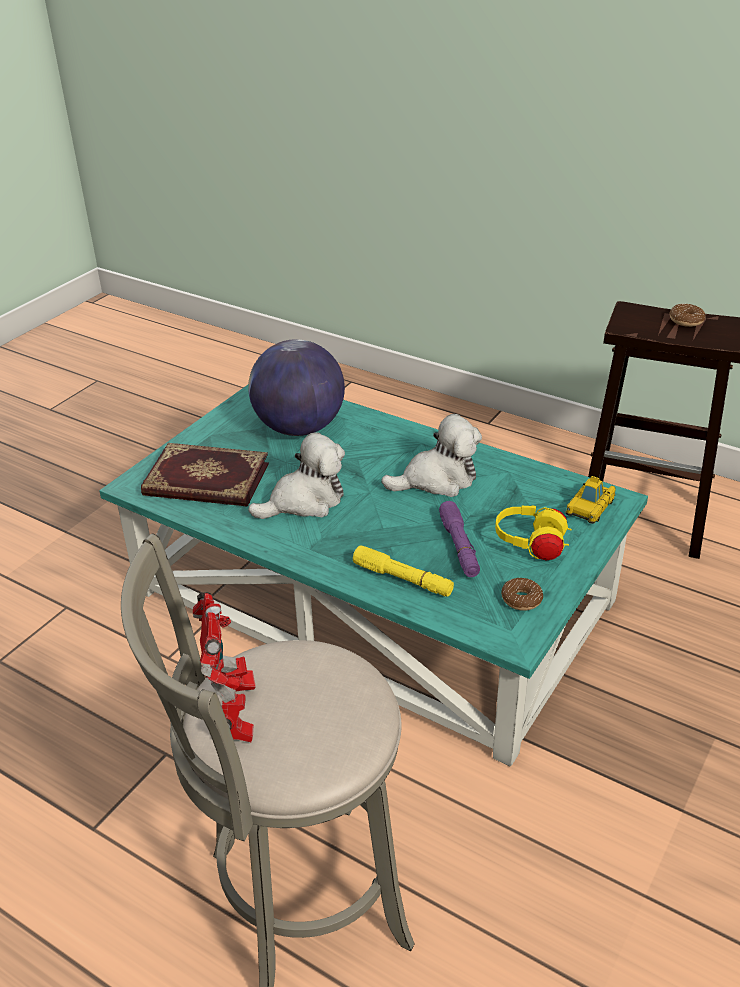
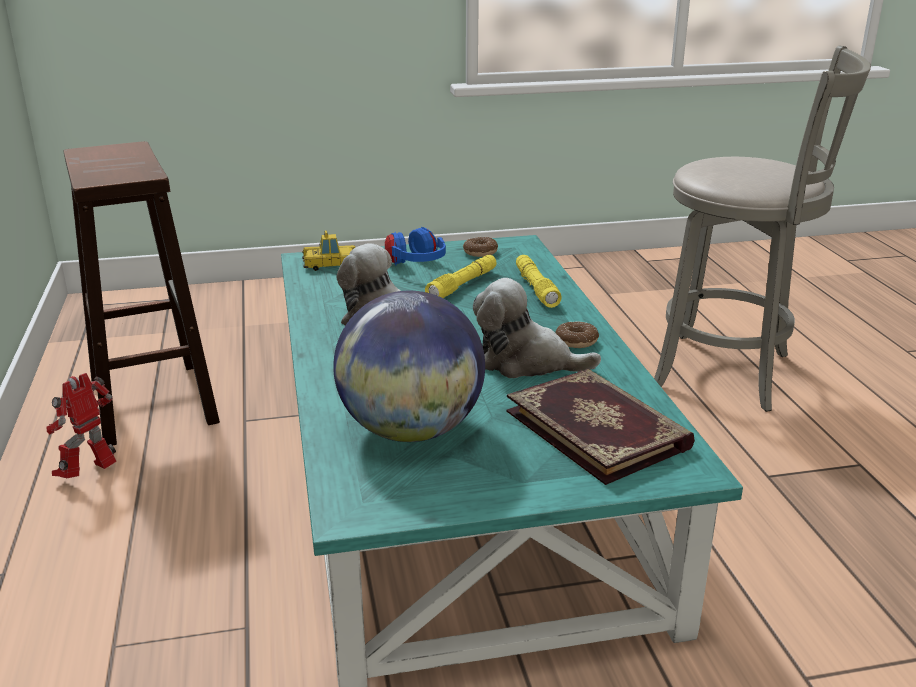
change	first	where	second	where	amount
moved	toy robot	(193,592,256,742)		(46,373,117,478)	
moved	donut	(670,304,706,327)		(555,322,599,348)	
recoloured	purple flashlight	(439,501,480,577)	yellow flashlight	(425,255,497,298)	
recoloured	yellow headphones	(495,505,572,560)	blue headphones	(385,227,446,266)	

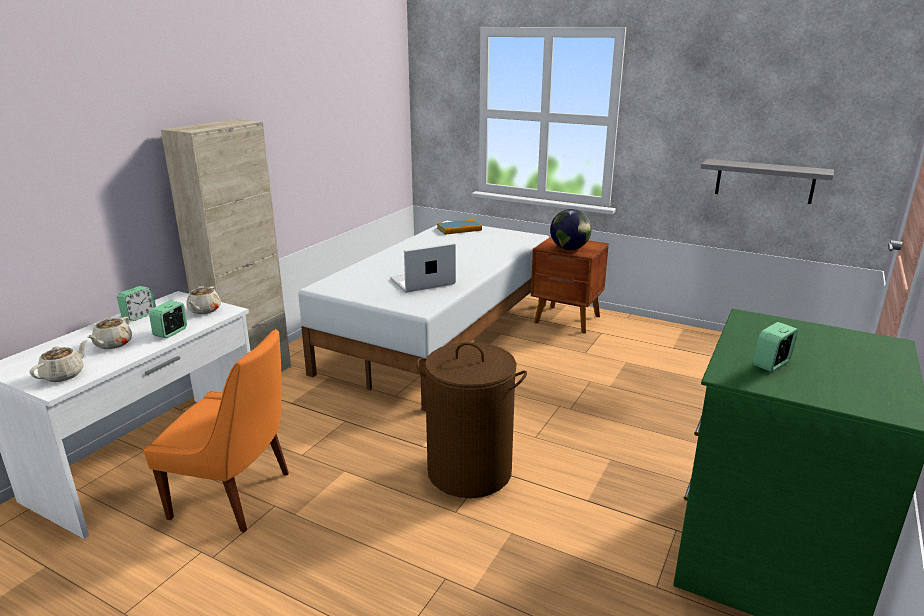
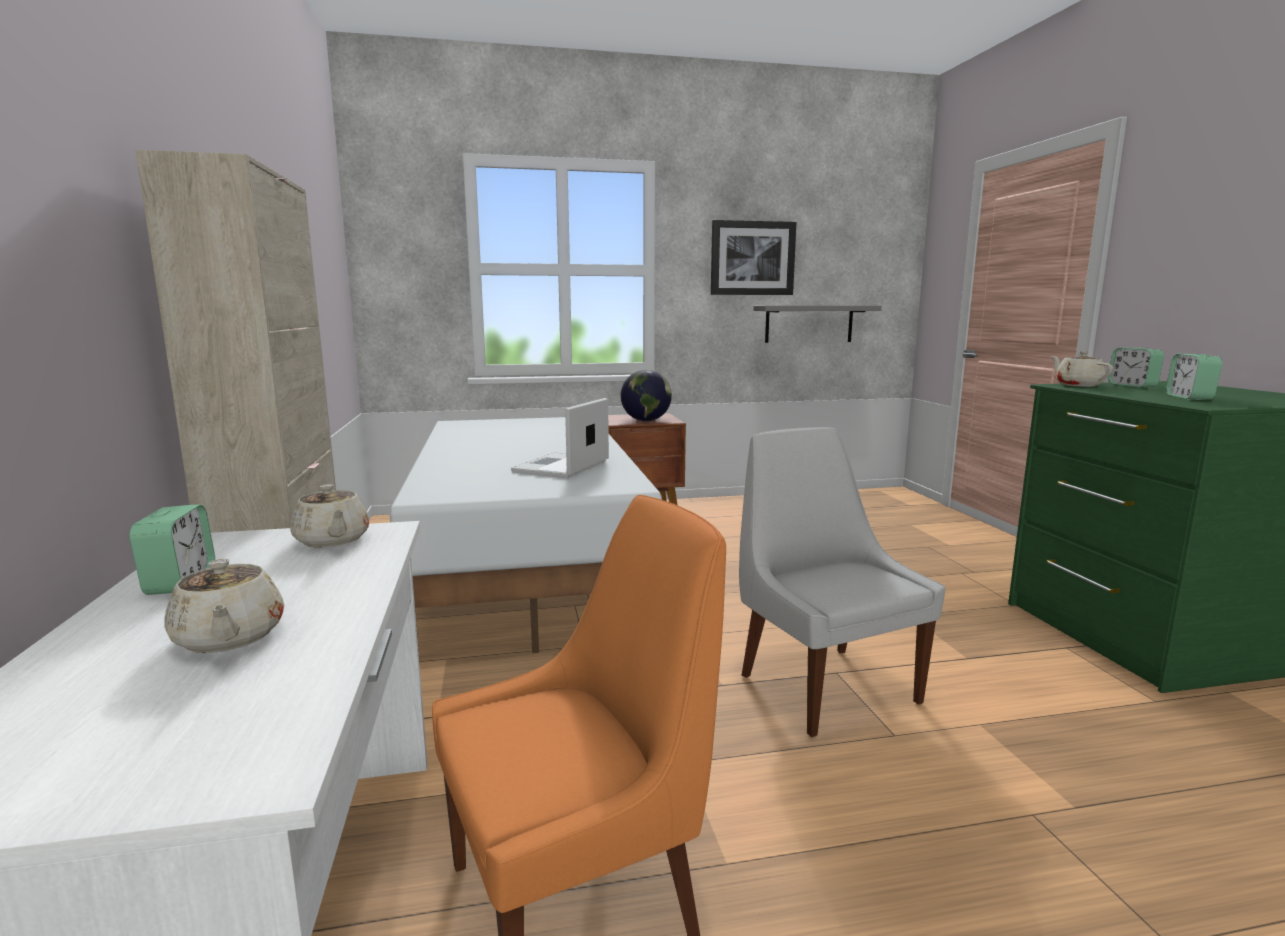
change	first	where	second	where	amount
removed	book	(437,220,482,235)			
added			picture	(711,220,797,295)	
moved	beige teapot	(30,340,87,382)		(1051,351,1113,387)	
moved	alarm clock	(149,300,187,338)		(1108,348,1164,388)	
replaced	brown laundry basket	(416,342,527,498)	white chair	(739,427,946,737)	

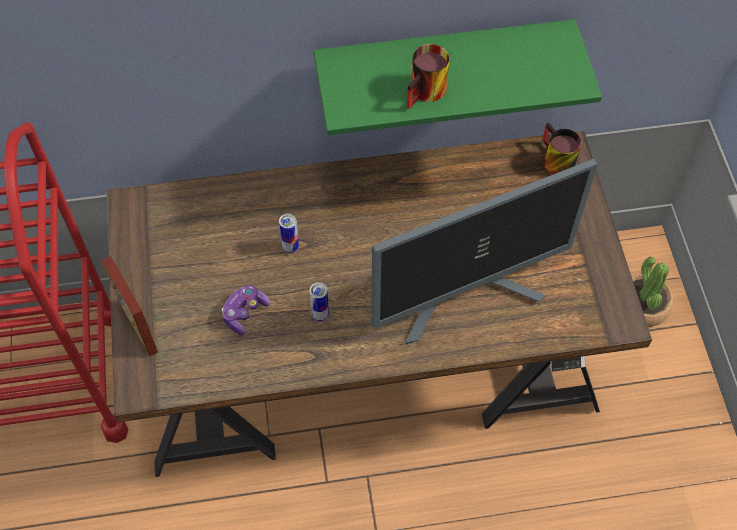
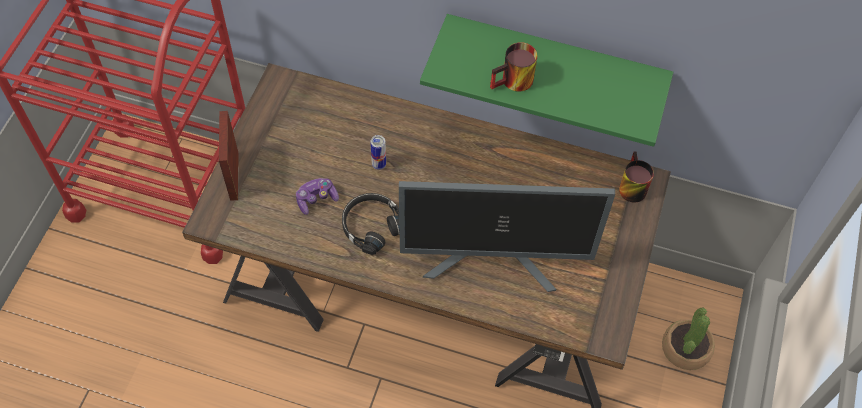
change	first	where	second	where	amount
replaced	can	(309,282,329,322)	black headphones	(342,193,400,255)	

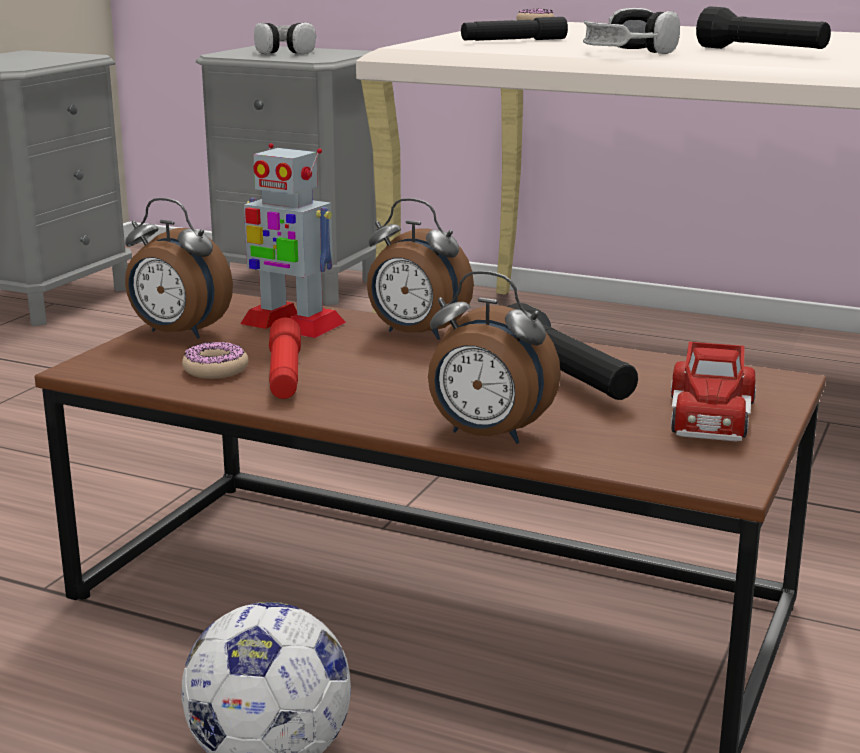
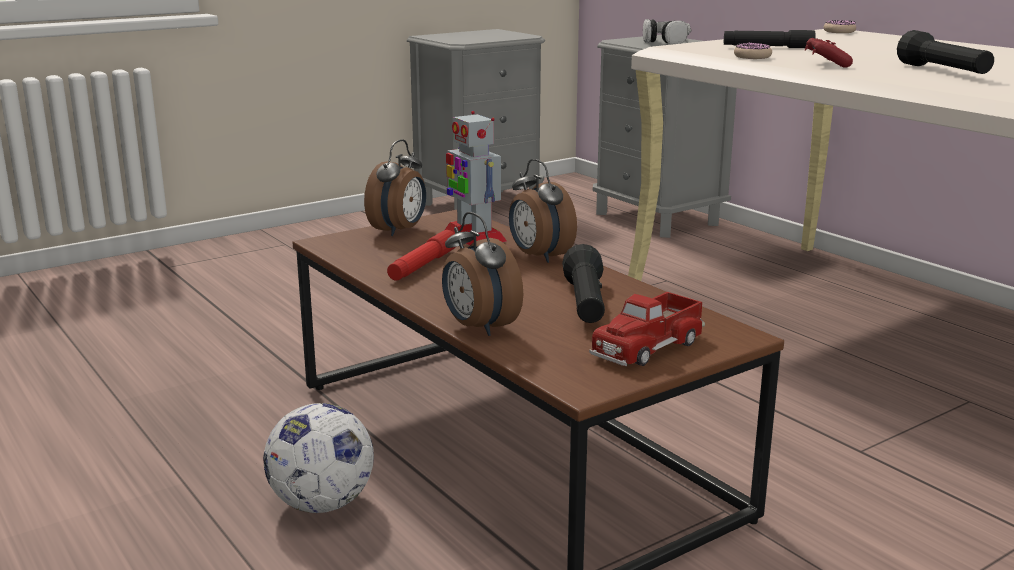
change	first	where	second	where	amount
moved	donut	(182,342,248,379)		(734,42,772,59)	
replaced	headphones	(583,8,680,54)	red game controller	(805,38,853,68)	
turned	alarm clock	(125,198,233,339)		(364,140,426,236)	120 degrees counterclockwise

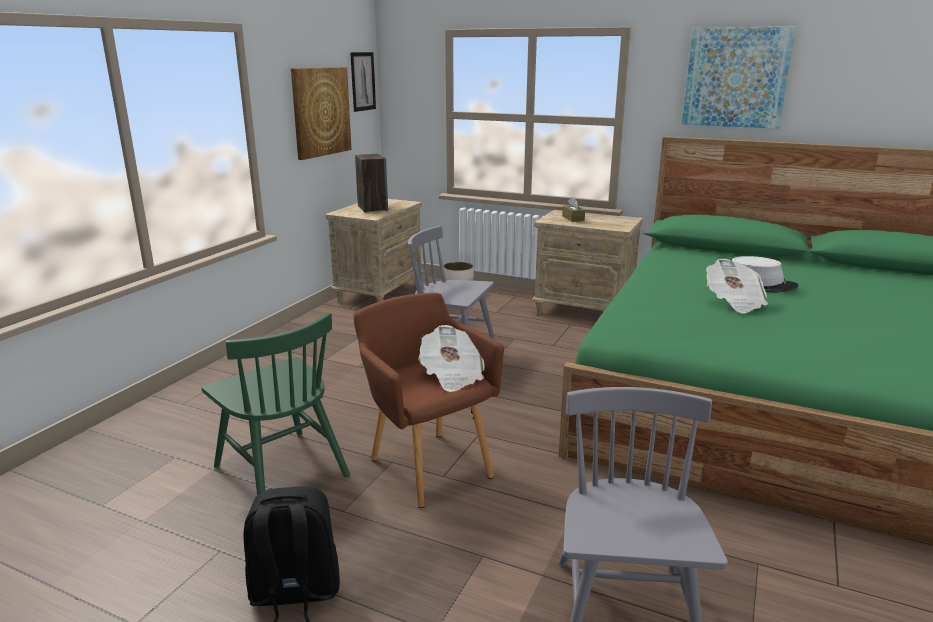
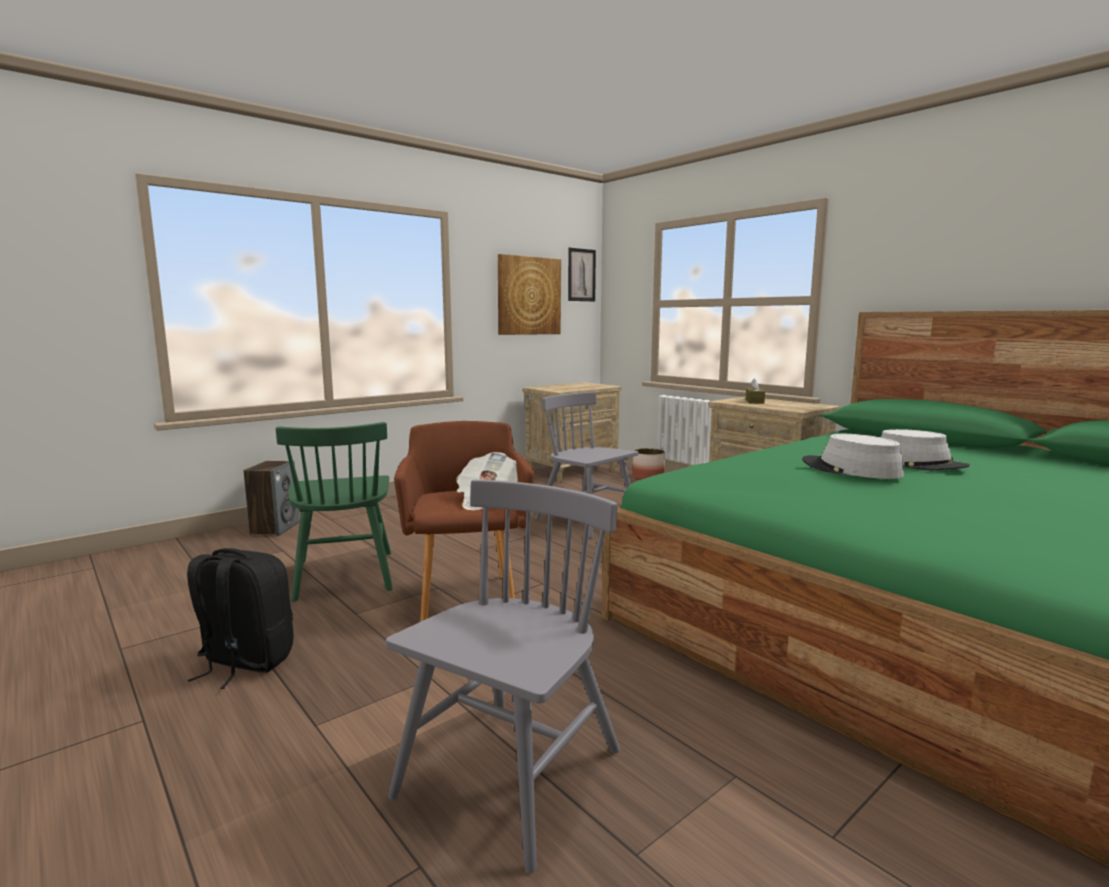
change	first	where	second	where	amount
removed	picture	(682,27,795,129)			
moved	speaker	(355,153,388,213)		(244,461,299,536)	
replaced	newspaper	(706,259,768,313)	grey hat	(802,434,904,479)	

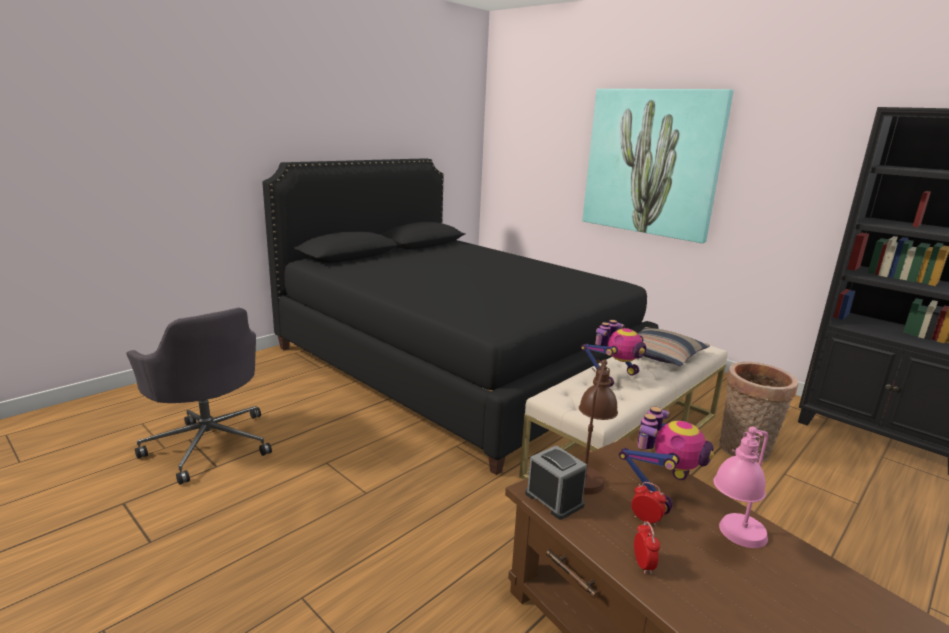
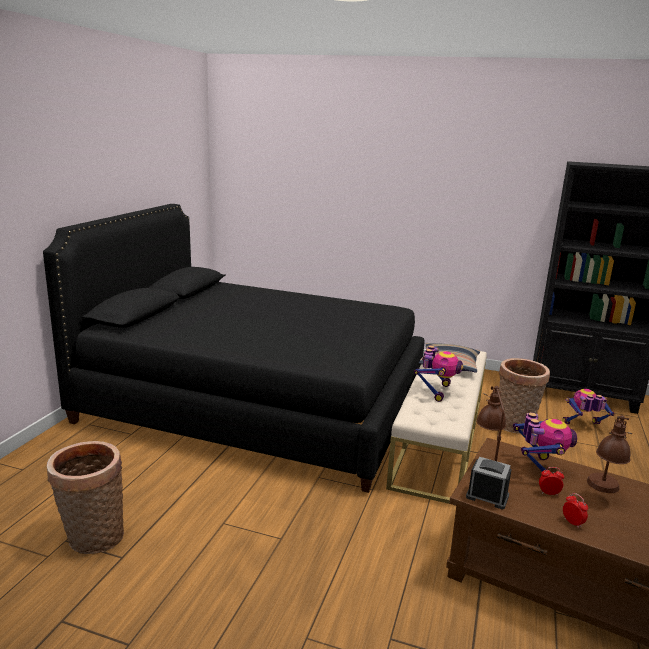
change	first	where	second	where	amount
removed	picture	(583,89,734,243)			
added			toy robot	(562,389,614,424)	
replaced	grey office chair	(126,308,272,485)	basket	(47,441,124,554)	
recoloured	pink table lamp	(713,426,768,548)	brown table lamp	(587,415,632,493)	

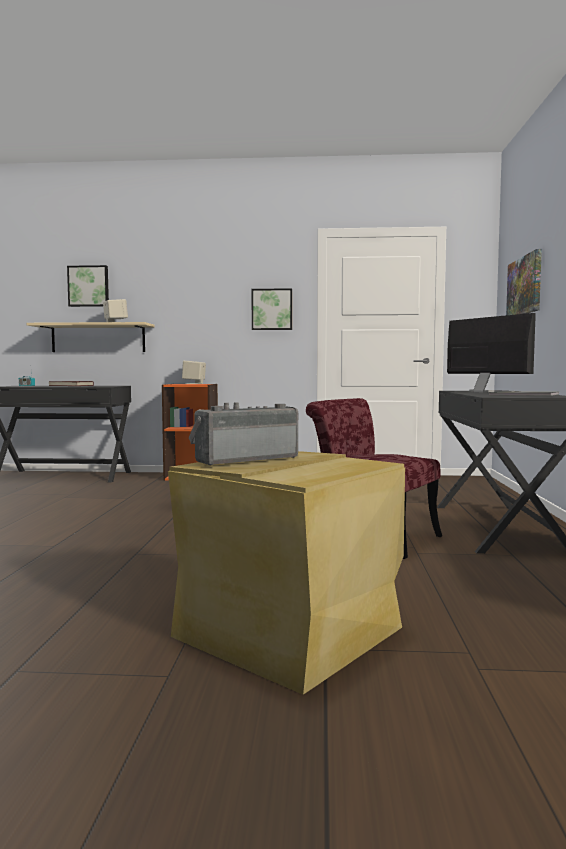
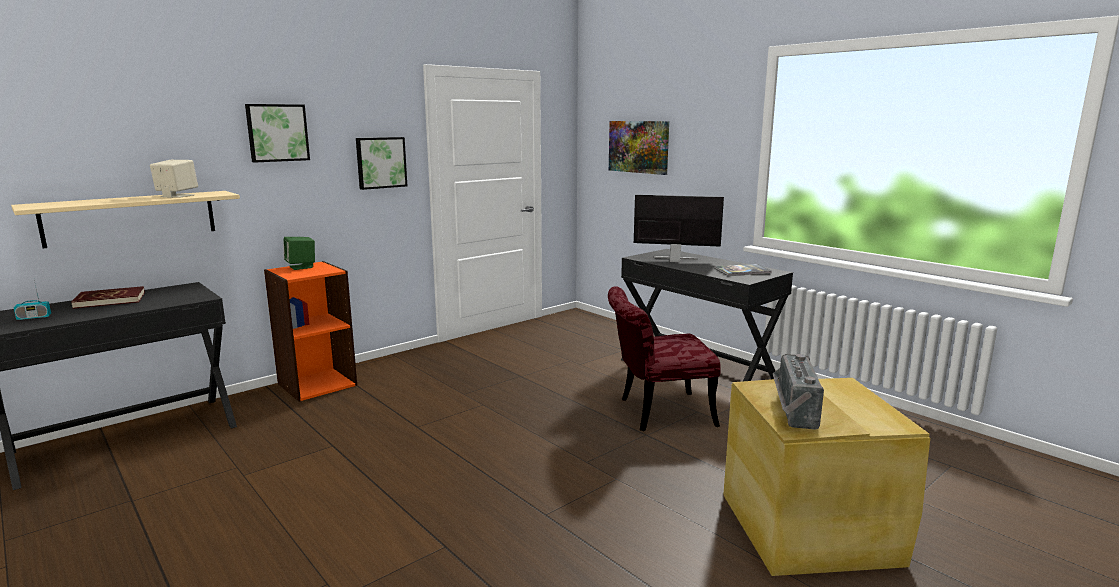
change	first	where	second	where	amount
moved	picture	(67,265,109,307)		(245,104,310,163)	
recoloured	beige speaker	(182,361,206,384)	green speaker	(283,237,315,270)	

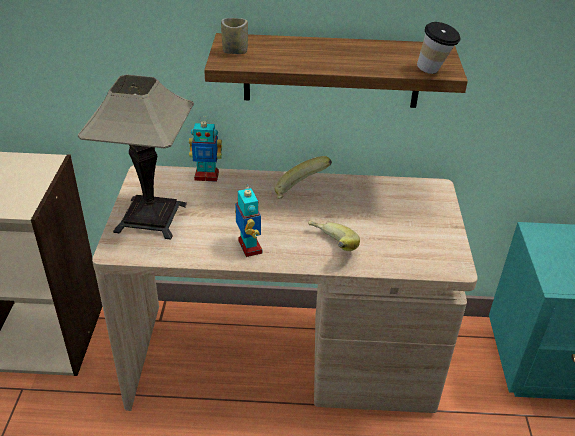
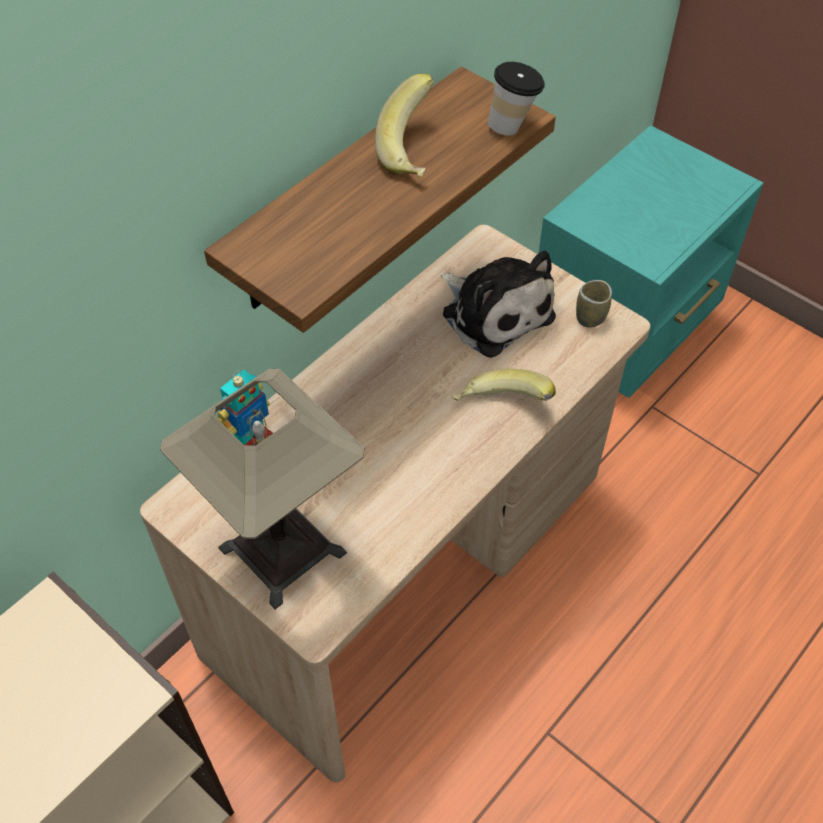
change	first	where	second	where	amount
removed	toy robot	(235,184,262,257)			
added			plush toy	(441,251,556,358)	
moved	cup	(221,18,248,54)		(576,280,612,328)	
moved	banana	(274,156,332,199)		(375,74,434,178)	

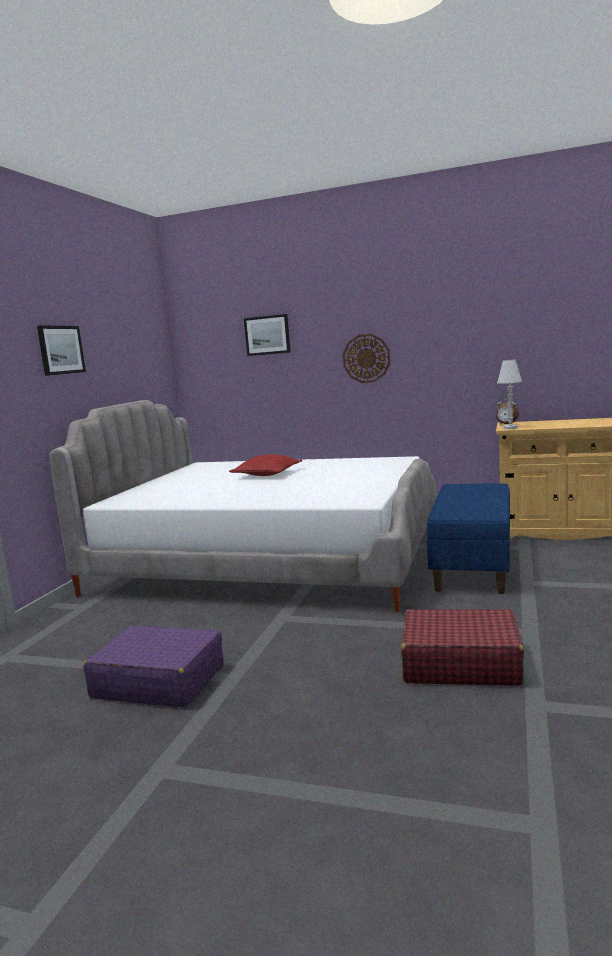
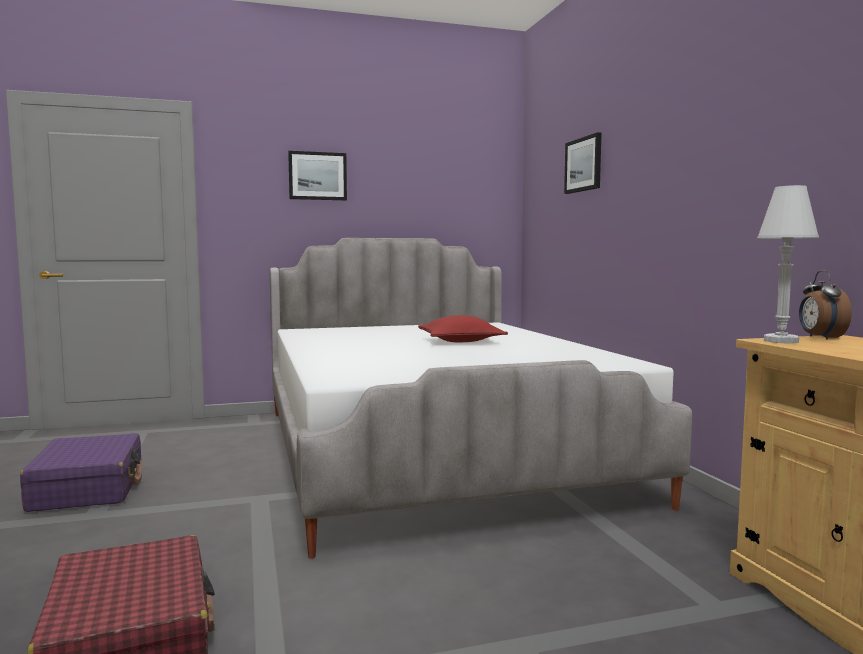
change	first	where	second	where	amount
removed	wall clock	(343,334,390,383)			
removed	blue bench	(427,483,510,594)			

